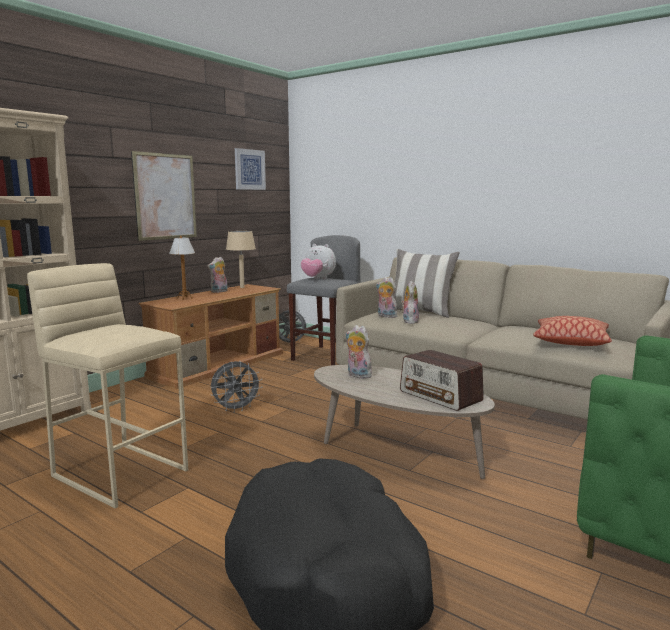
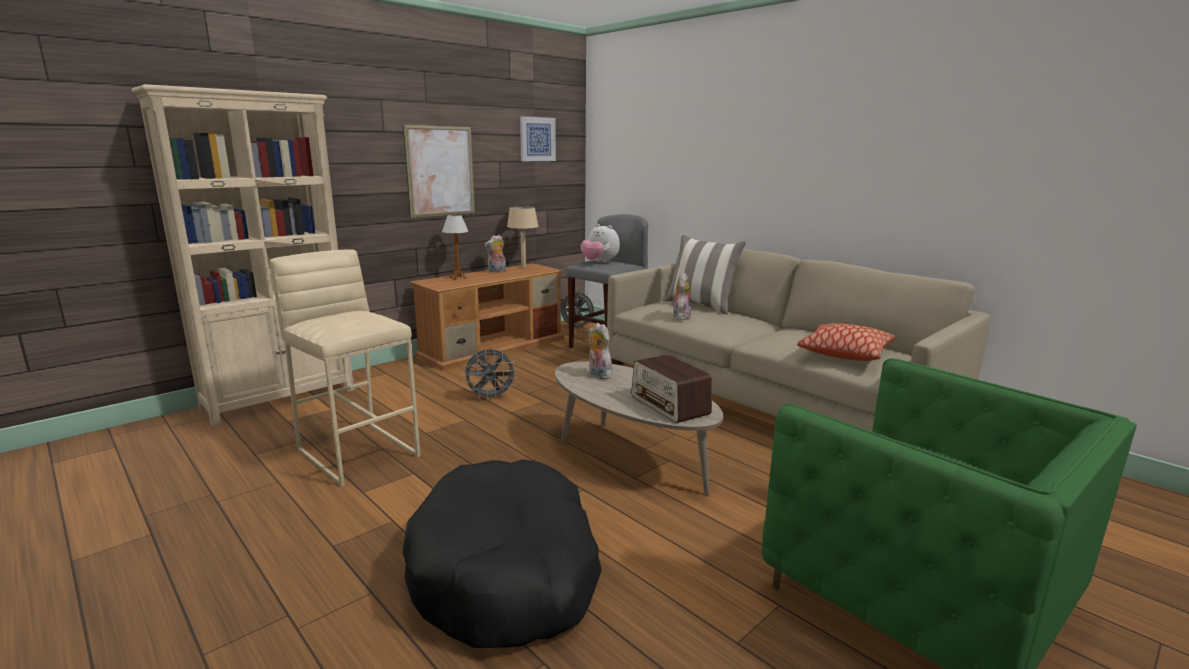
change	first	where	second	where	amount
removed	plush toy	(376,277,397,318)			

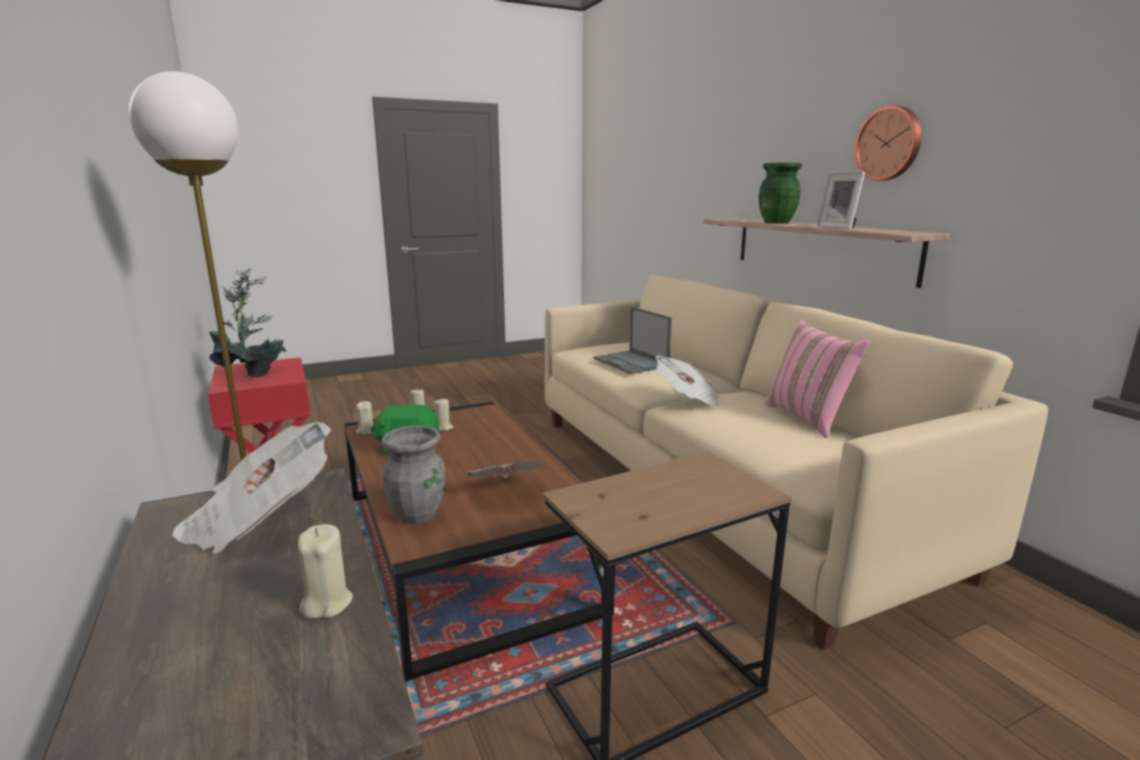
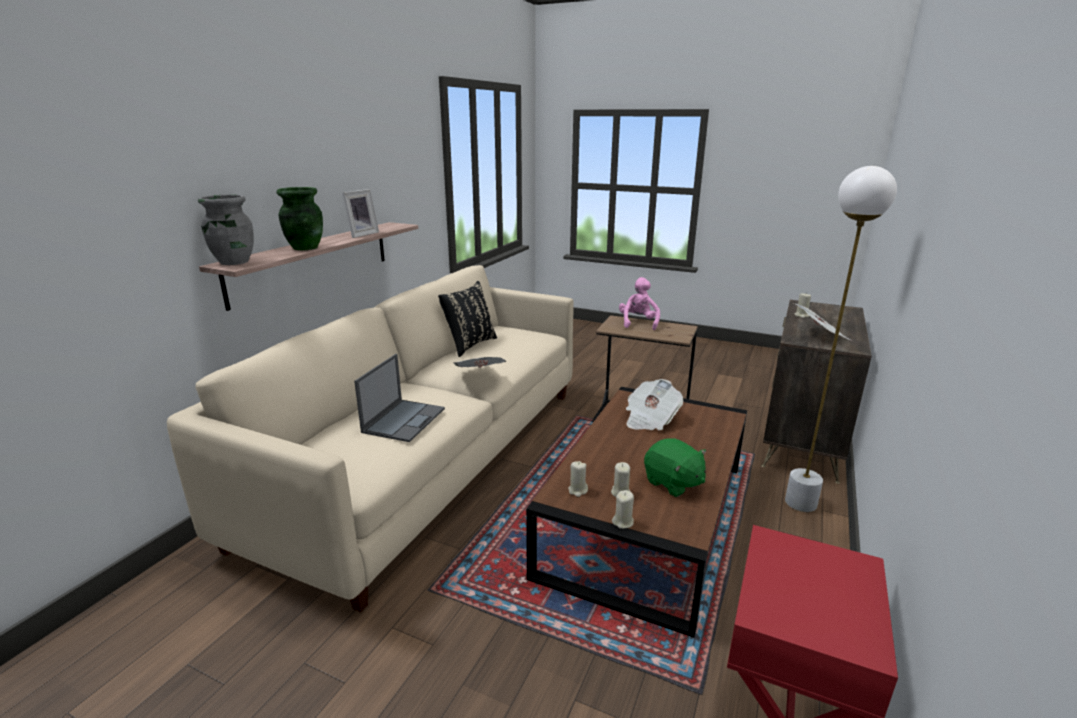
change	first	where	second	where	amount
removed	potted plant	(209,268,287,378)			
removed	wall clock	(854,106,922,181)			
added			pink plush toy	(619,277,660,330)	
moved	beige candle	(356,401,373,435)		(568,461,588,497)	
moved	grey vase	(382,426,446,524)		(198,194,254,265)	
recoloured	pink pillow	(765,320,870,438)	black pillow	(438,281,497,357)	

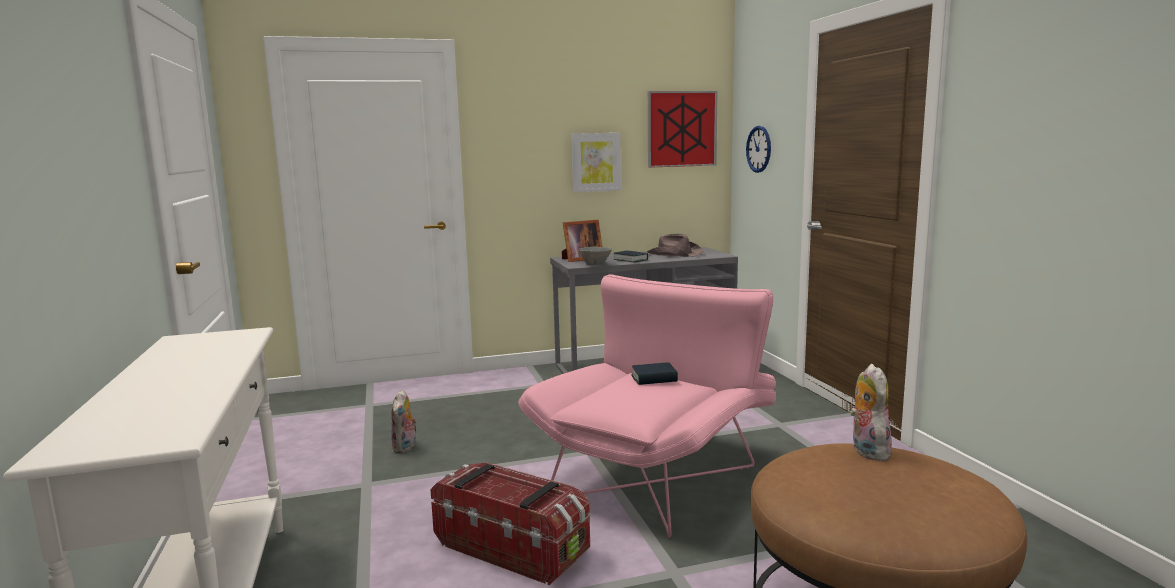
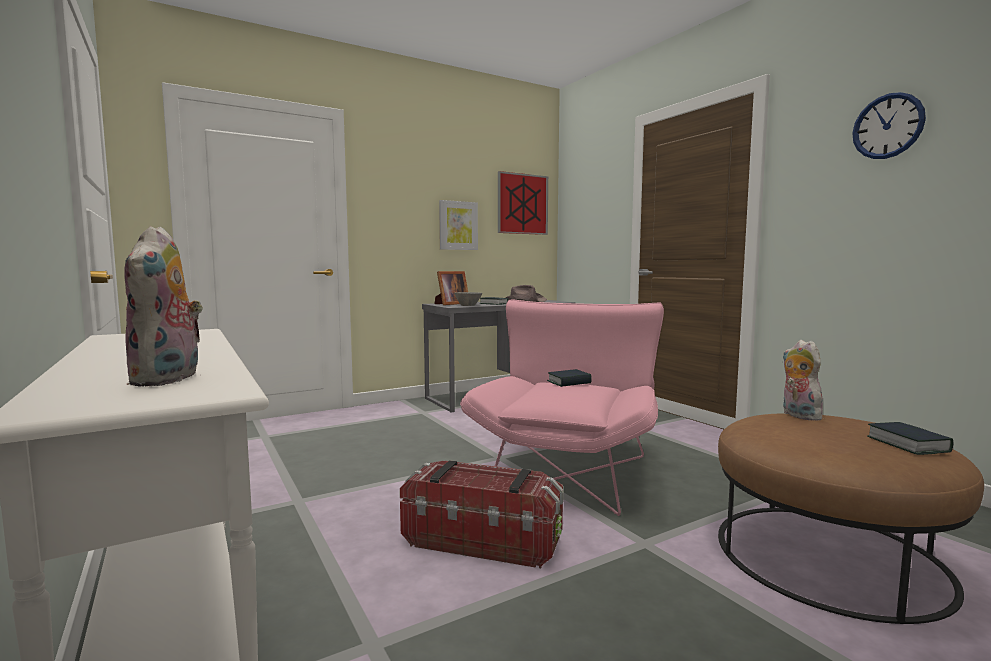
change	first	where	second	where	amount
added			book	(867,422,953,455)	
moved	plush toy	(391,389,417,453)		(124,226,203,387)	
moved	wall clock	(746,126,771,173)		(852,92,926,159)	

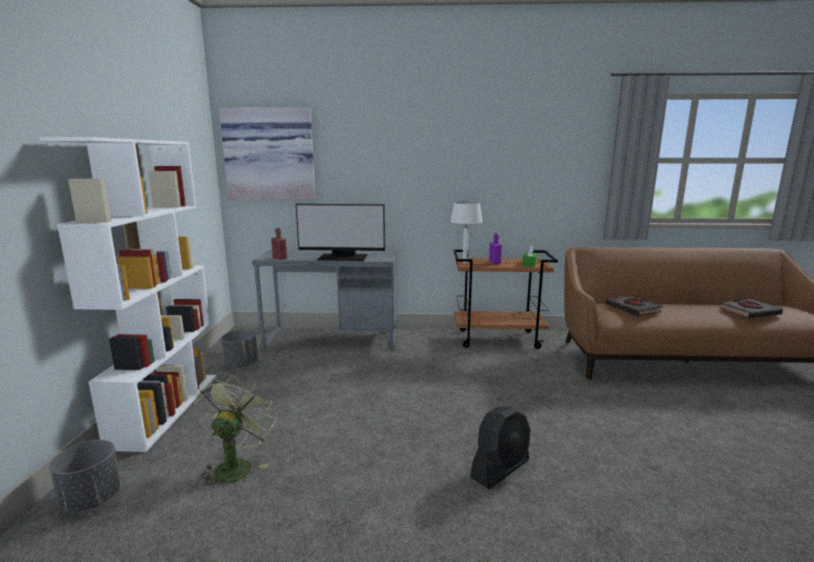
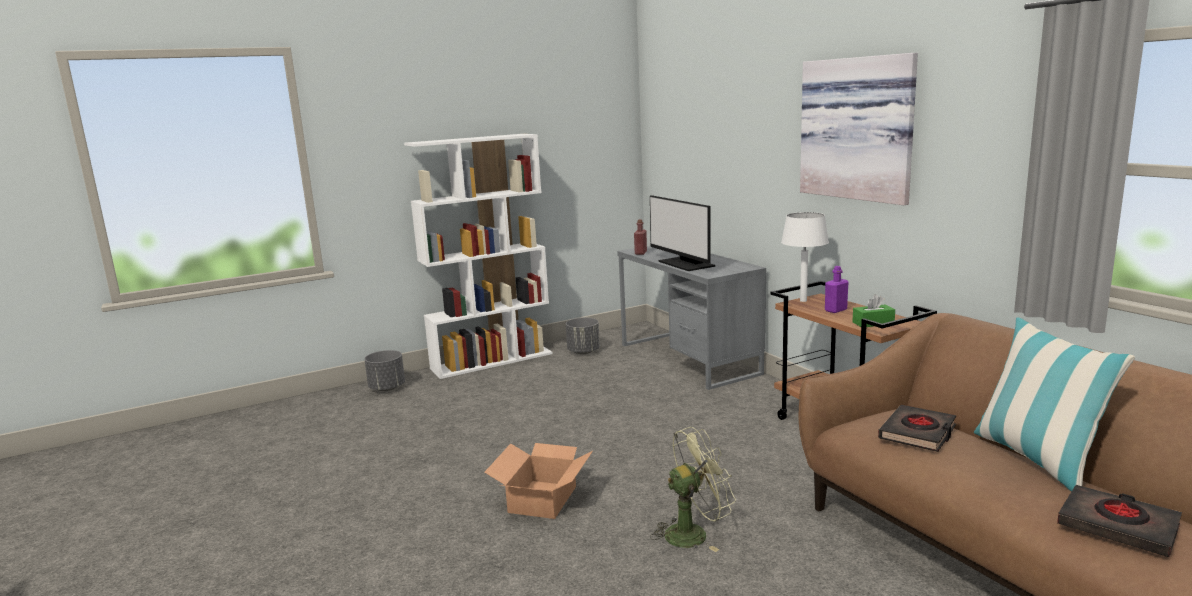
change	first	where	second	where	amount
added			pillow	(974,317,1135,492)	
moved	green fan	(195,375,276,490)		(650,427,736,552)	
moved	picture	(219,107,315,200)		(800,53,918,205)	
replaced	black fan	(470,407,531,489)	cardboard box	(484,443,593,519)	

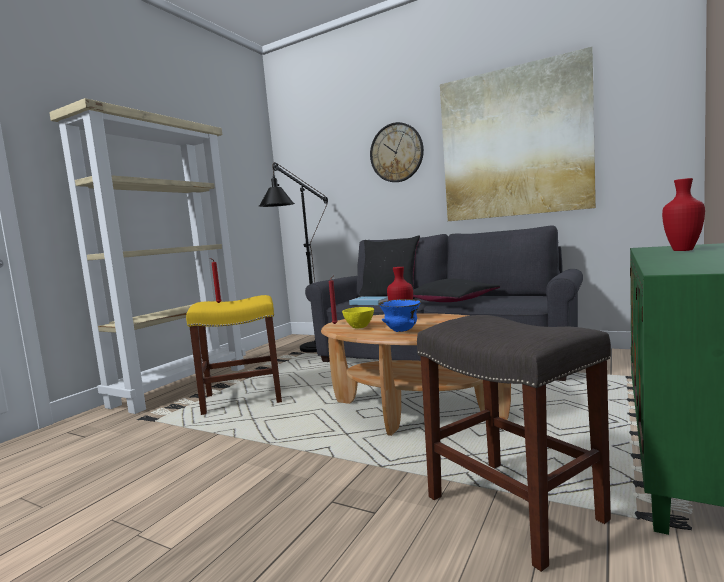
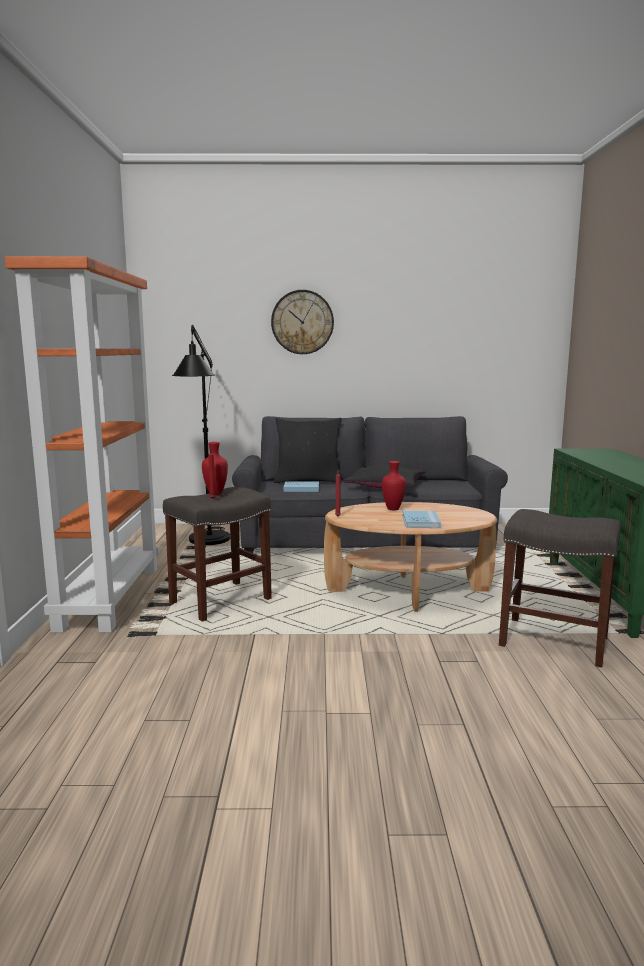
change	first	where	second	where	amount
removed	yellow bowl	(342,307,374,329)			
removed	picture	(440,47,596,221)			
moved	red vase	(662,178,705,251)		(202,442,228,495)	
replaced	blue bowl	(378,299,421,332)	blue book	(403,510,441,528)	
recoloured	beige bookcase	(49,98,246,414)	orange bookcase	(4,256,159,633)	
recoloured	yellow stool	(186,295,282,415)	grey stool	(163,487,272,622)	

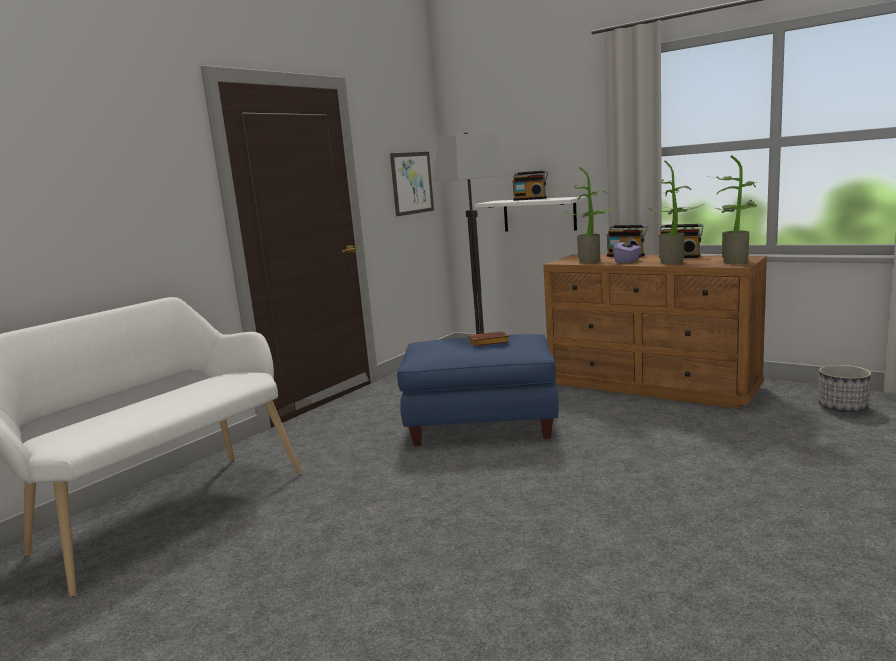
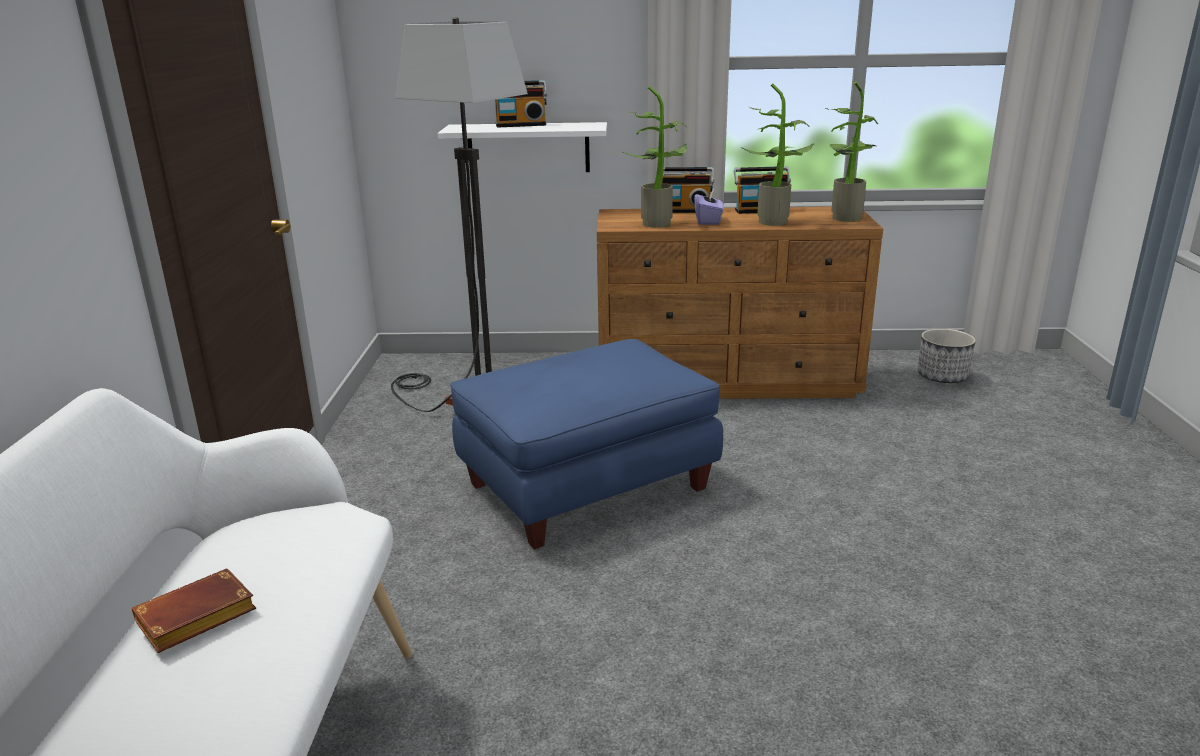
change	first	where	second	where	amount
removed	picture	(390,152,434,216)			
moved	brown book	(468,331,509,346)		(132,569,256,653)	

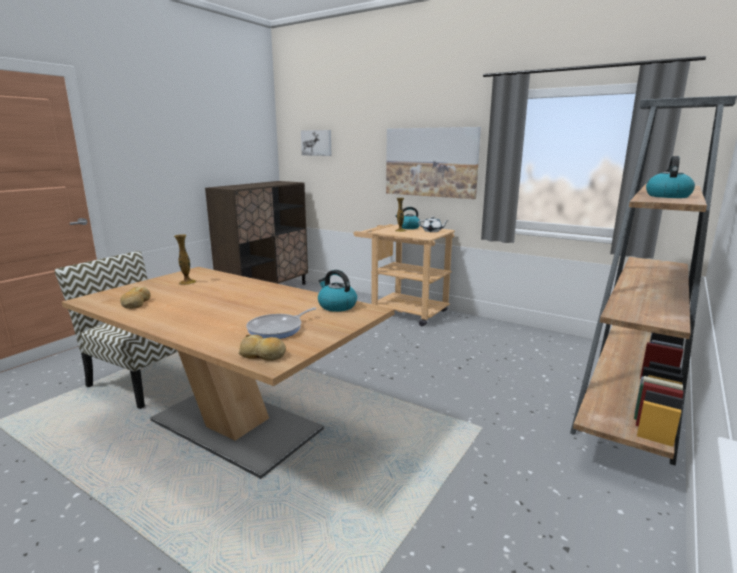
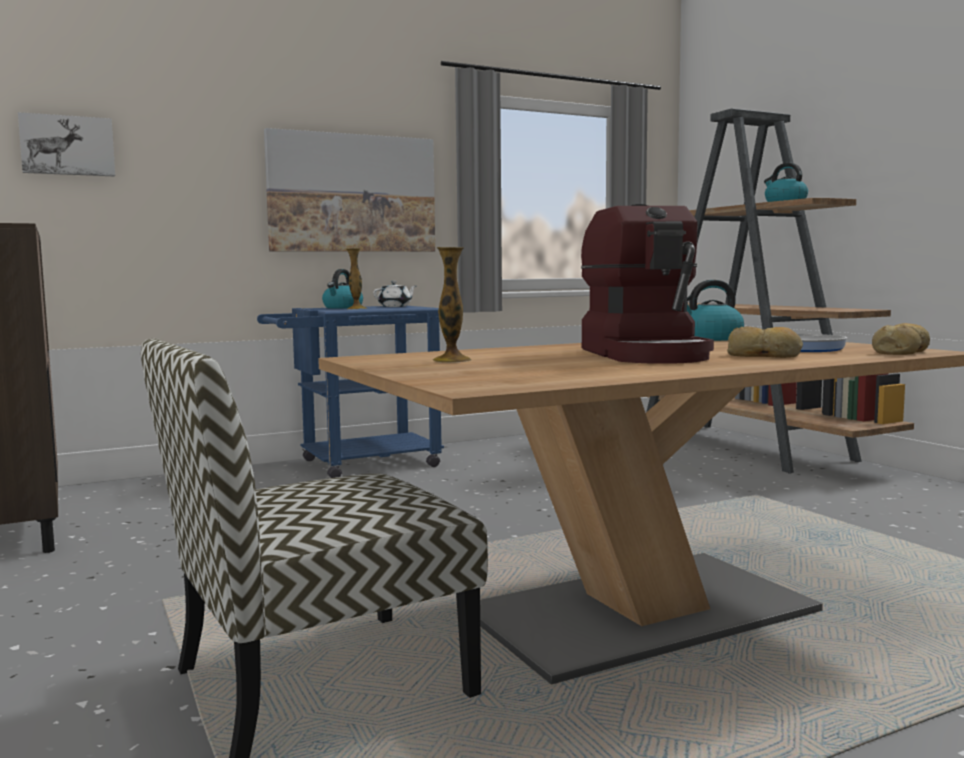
change	first	where	second	where	amount
added			coffee machine	(581,204,714,364)	
moved	bread	(120,287,150,309)		(727,326,803,358)	
recoloured	beige cart	(353,224,455,326)	blue cart	(257,306,444,478)	

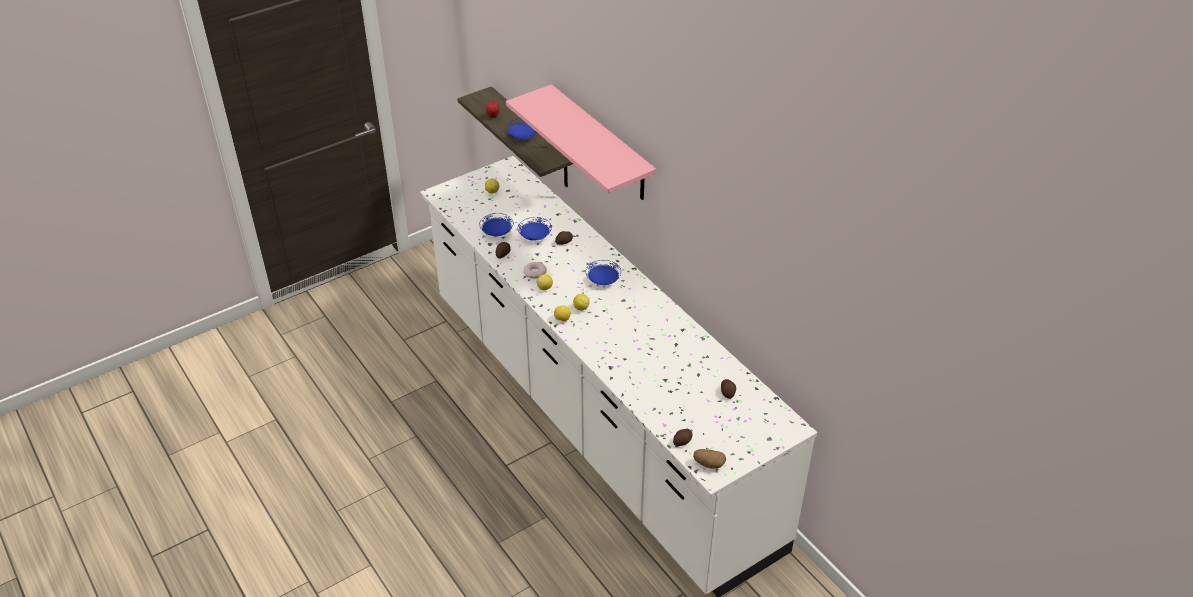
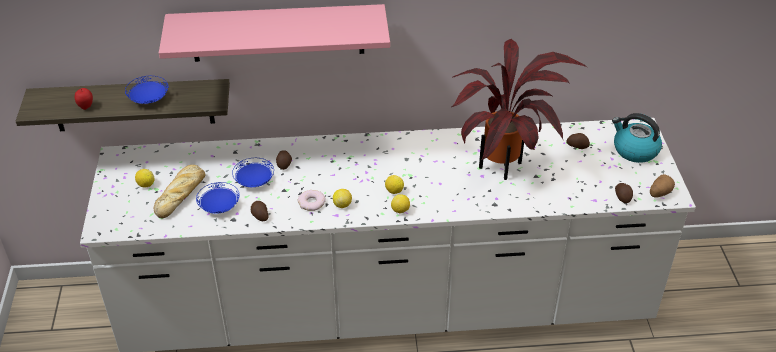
change	first	where	second	where	amount
removed	blue plate	(586,260,621,285)			
added			bread	(154,165,205,218)	
added			potted plant	(451,39,587,180)	
added			kettle	(612,113,662,163)	

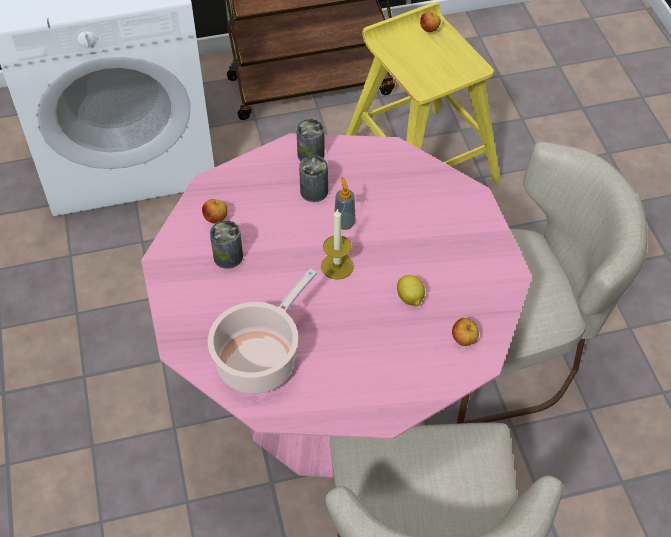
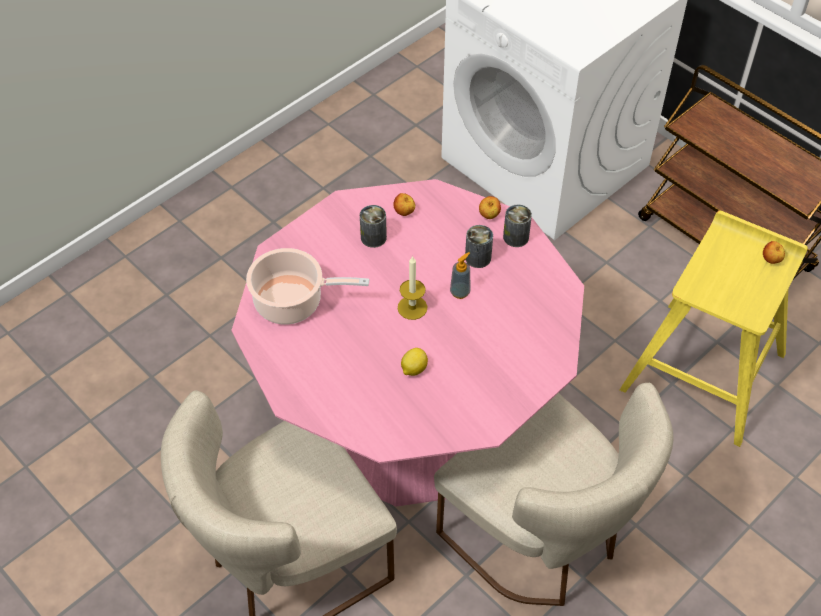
change	first	where	second	where	amount
moved	apple	(452,318,479,346)		(479,196,501,219)	

